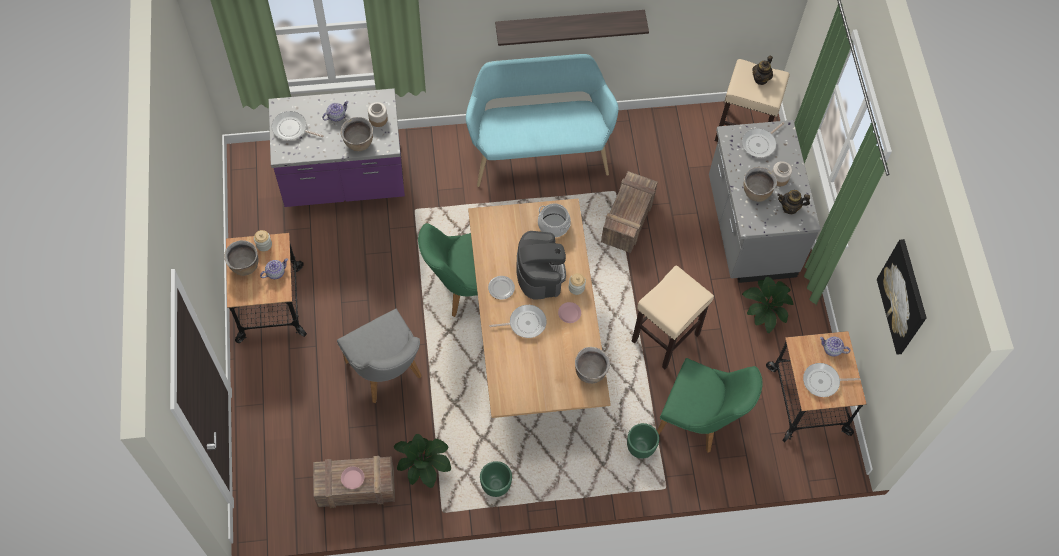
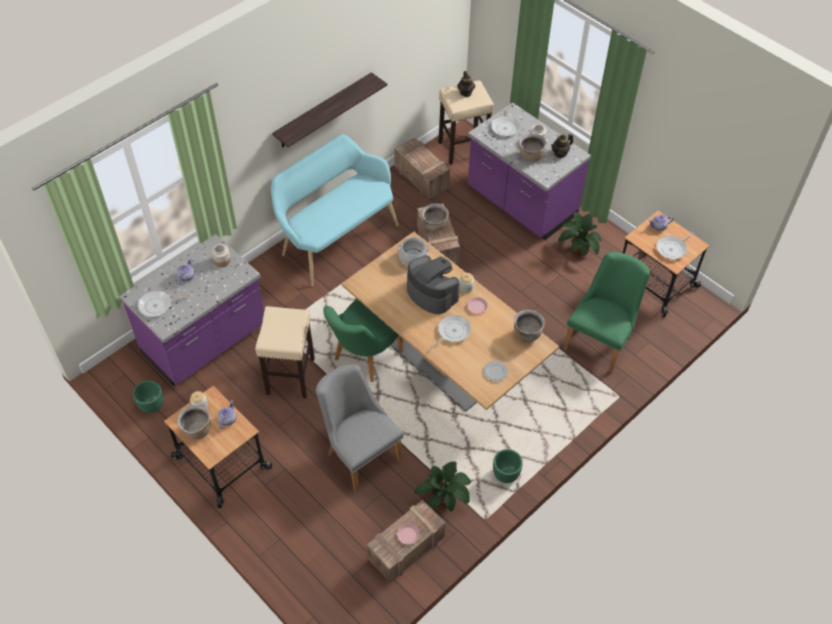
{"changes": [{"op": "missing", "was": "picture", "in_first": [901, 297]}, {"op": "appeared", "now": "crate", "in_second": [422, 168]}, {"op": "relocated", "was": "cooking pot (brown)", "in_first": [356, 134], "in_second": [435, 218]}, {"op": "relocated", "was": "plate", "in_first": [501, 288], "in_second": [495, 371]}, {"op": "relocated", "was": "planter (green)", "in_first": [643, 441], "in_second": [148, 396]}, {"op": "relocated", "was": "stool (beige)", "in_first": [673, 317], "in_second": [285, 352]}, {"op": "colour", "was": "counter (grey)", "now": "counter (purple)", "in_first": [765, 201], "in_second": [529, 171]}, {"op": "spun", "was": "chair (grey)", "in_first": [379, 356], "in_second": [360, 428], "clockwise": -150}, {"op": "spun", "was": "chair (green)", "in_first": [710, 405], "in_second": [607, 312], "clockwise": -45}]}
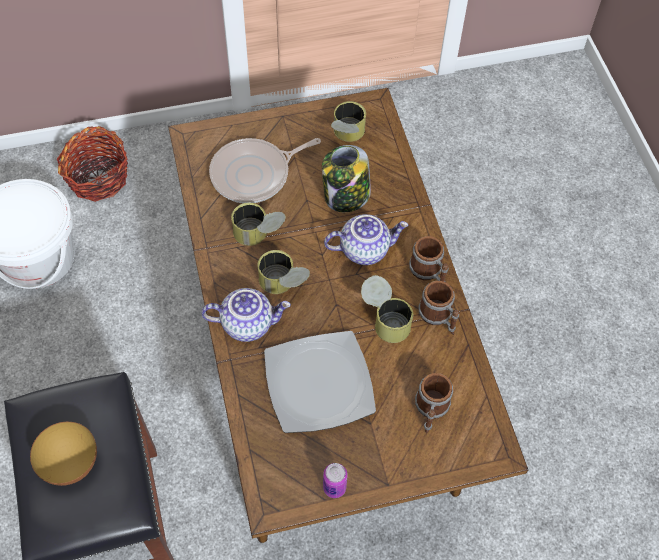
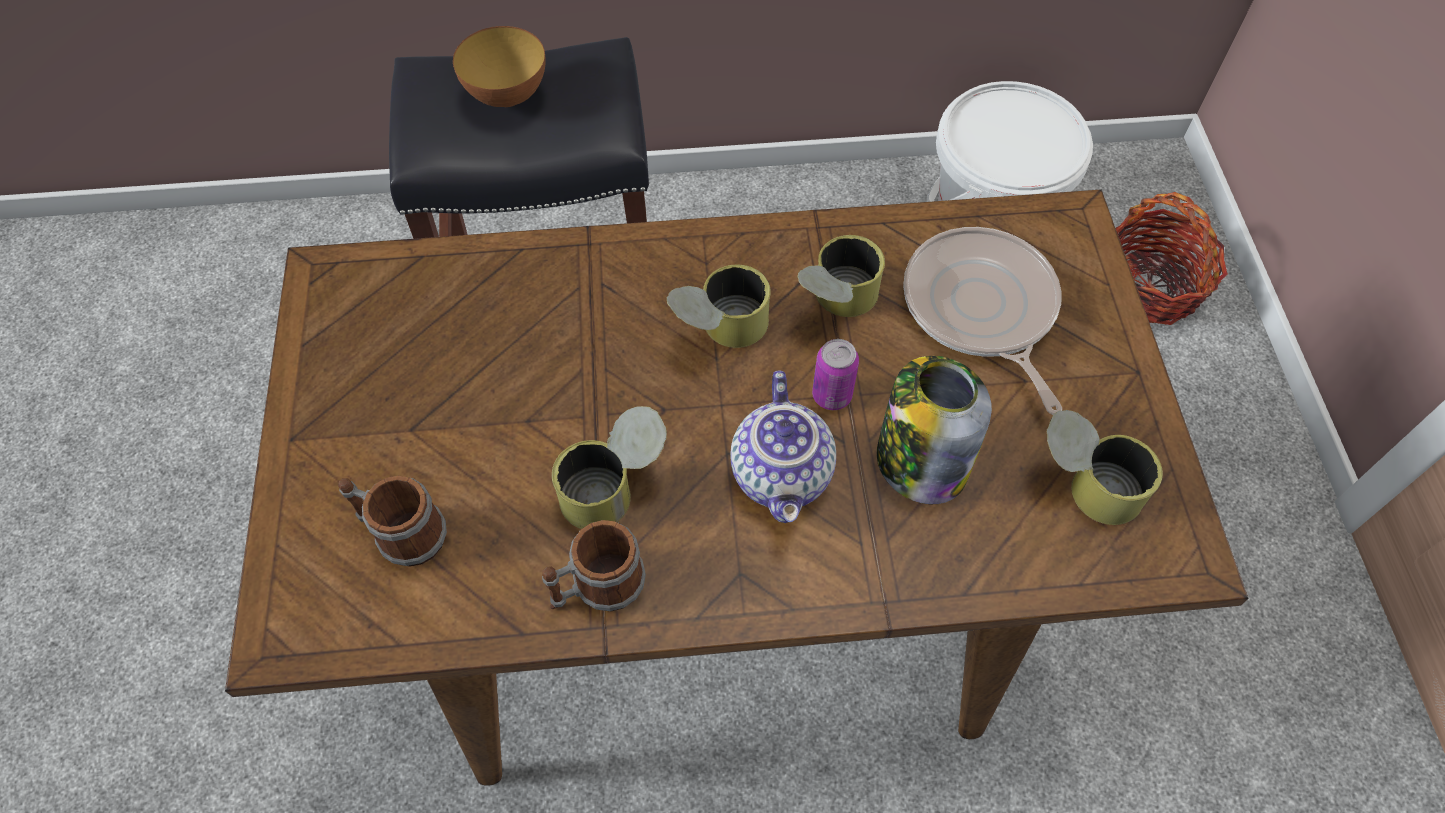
{"changes": [{"op": "missing", "was": "teapot", "in_first": [246, 315]}, {"op": "missing", "was": "plate", "in_first": [320, 382]}, {"op": "missing", "was": "mug", "in_first": [429, 259]}, {"op": "relocated", "was": "can", "in_first": [335, 480], "in_second": [835, 374]}]}
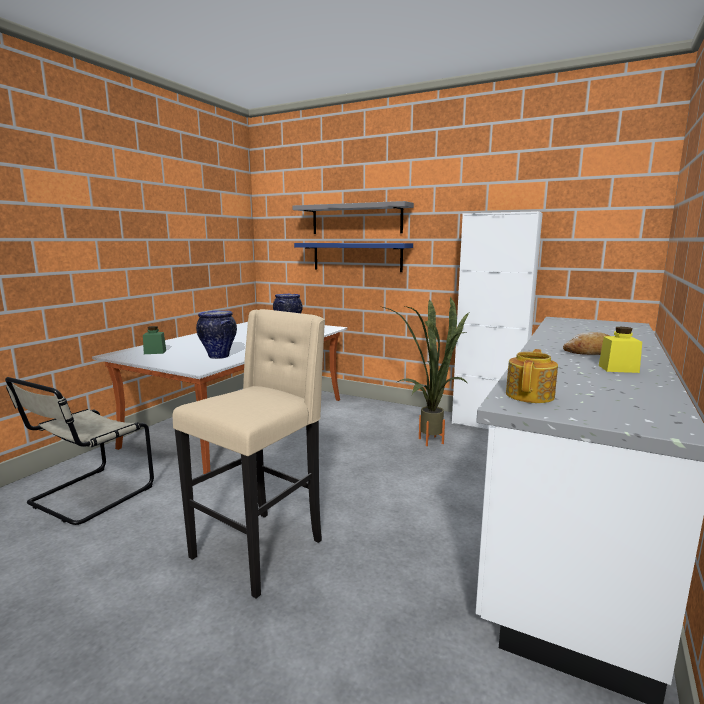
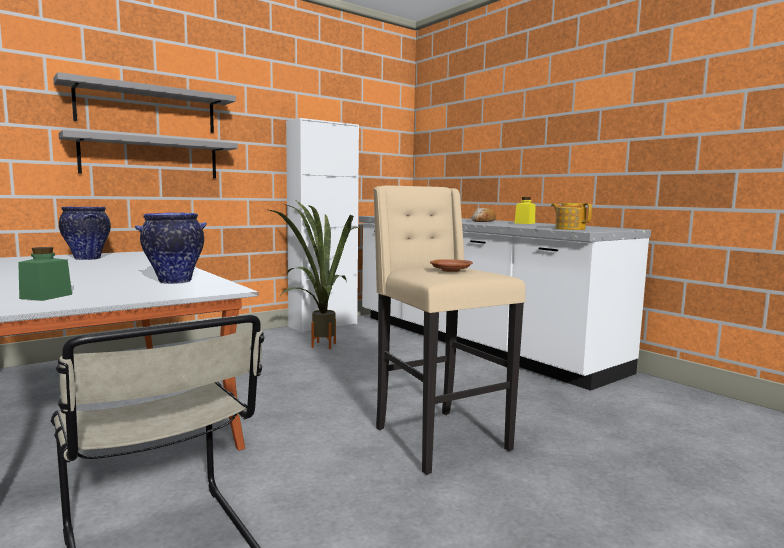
{"changes": [{"op": "appeared", "now": "plate (brown)", "in_second": [451, 265]}, {"op": "colour", "was": "shelf (blue)", "now": "shelf (grey)", "in_first": [353, 257], "in_second": [148, 154]}]}
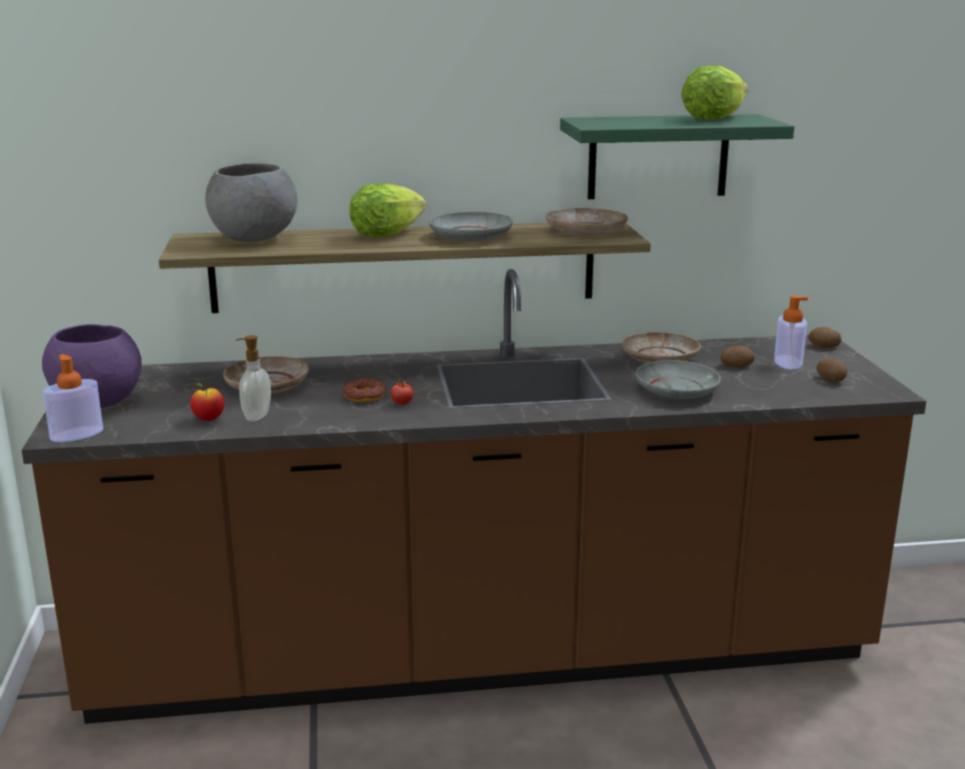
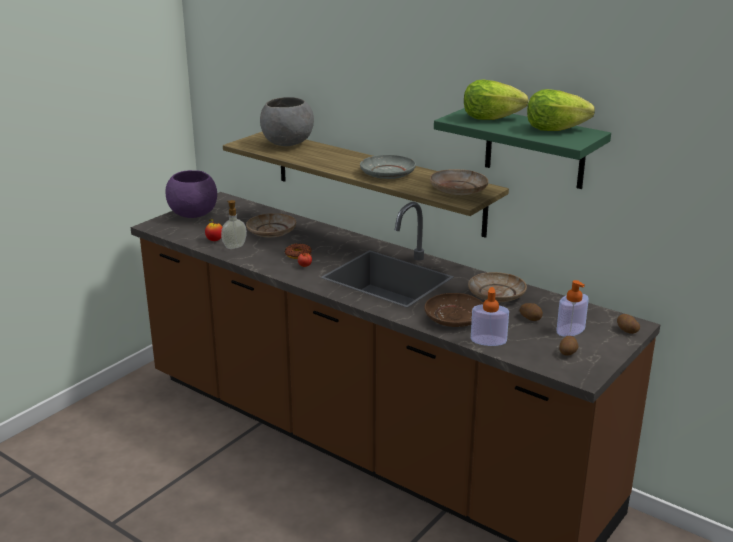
{"changes": [{"op": "relocated", "was": "soap dispenser", "in_first": [73, 398], "in_second": [490, 316]}, {"op": "relocated", "was": "lettuce", "in_first": [387, 210], "in_second": [496, 99]}, {"op": "colour", "was": "plate (grey)", "now": "plate (brown)", "in_first": [678, 379], "in_second": [454, 310]}]}
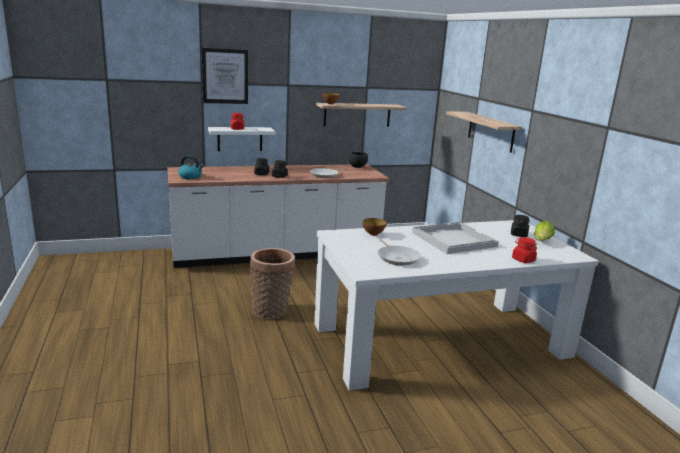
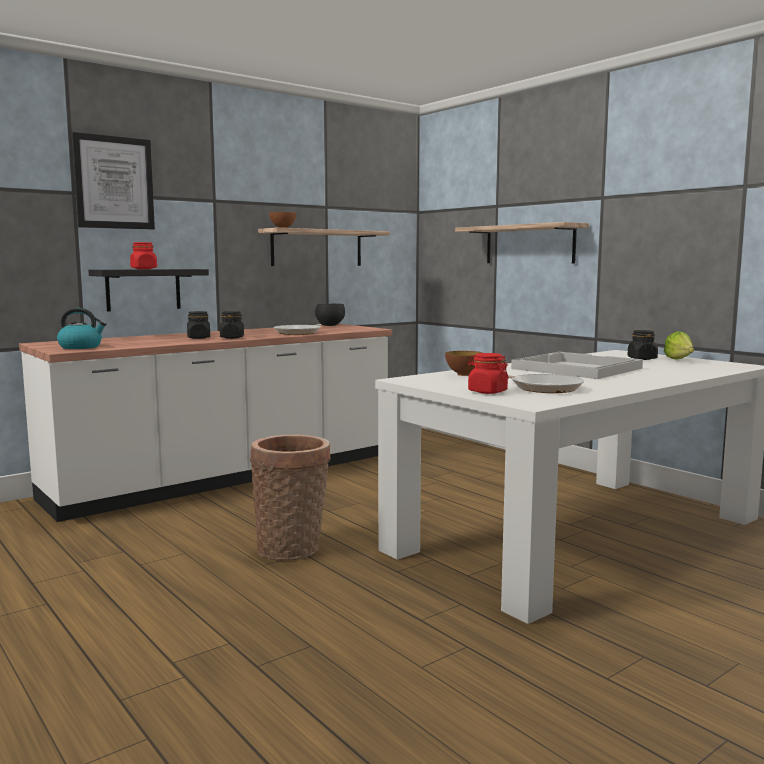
{"changes": [{"op": "relocated", "was": "jar (red)", "in_first": [524, 250], "in_second": [488, 373]}, {"op": "colour", "was": "shelf (white)", "now": "shelf (black)", "in_first": [241, 139], "in_second": [148, 290]}]}
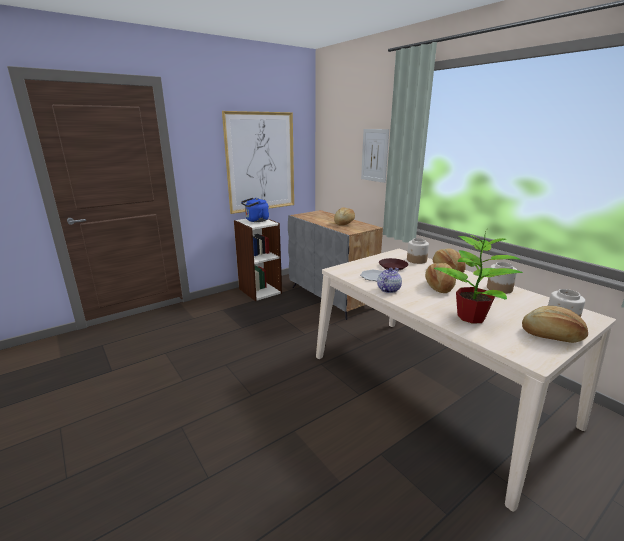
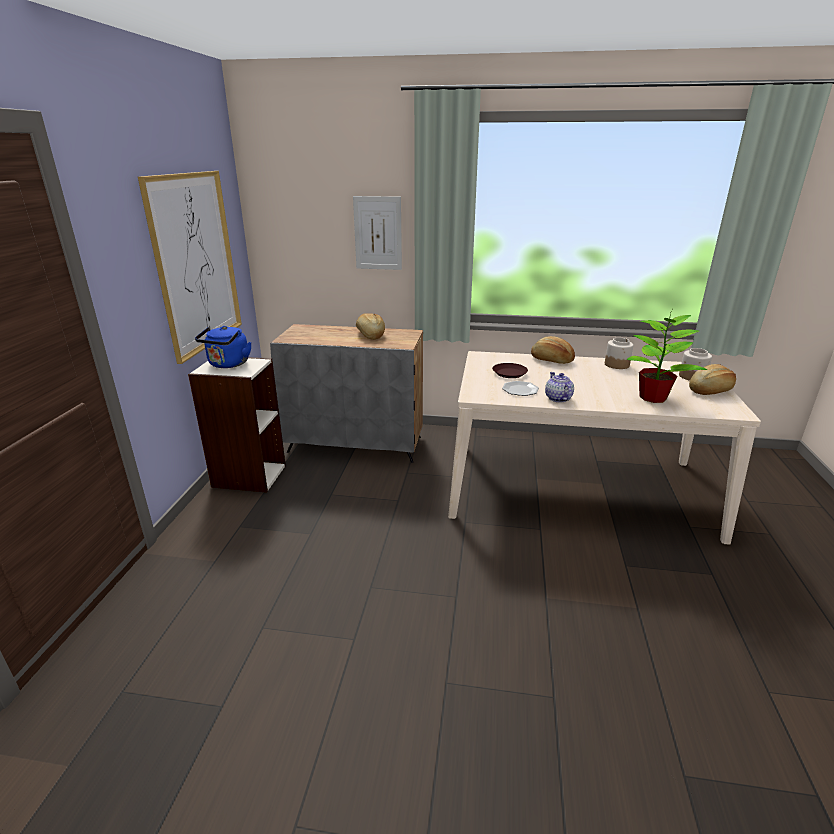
{"changes": [{"op": "missing", "was": "jar", "in_first": [418, 251]}, {"op": "missing", "was": "bread", "in_first": [440, 278]}]}
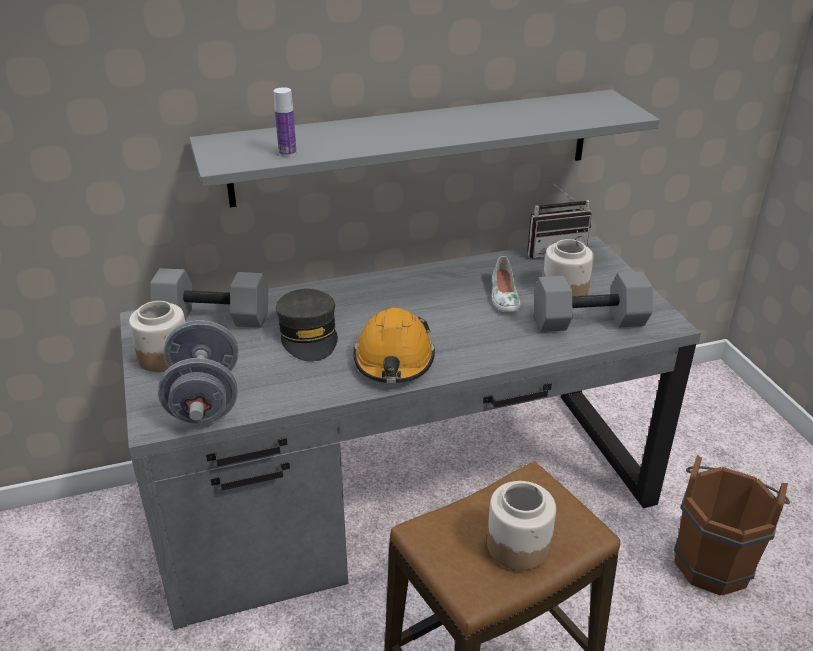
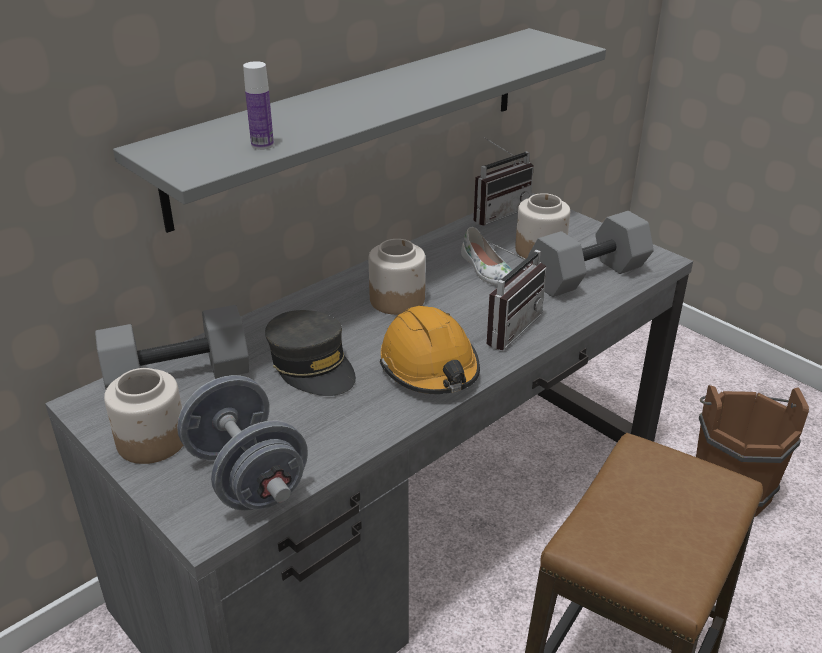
{"changes": [{"op": "appeared", "now": "radio", "in_second": [517, 296]}, {"op": "relocated", "was": "jar", "in_first": [521, 526], "in_second": [397, 277]}]}
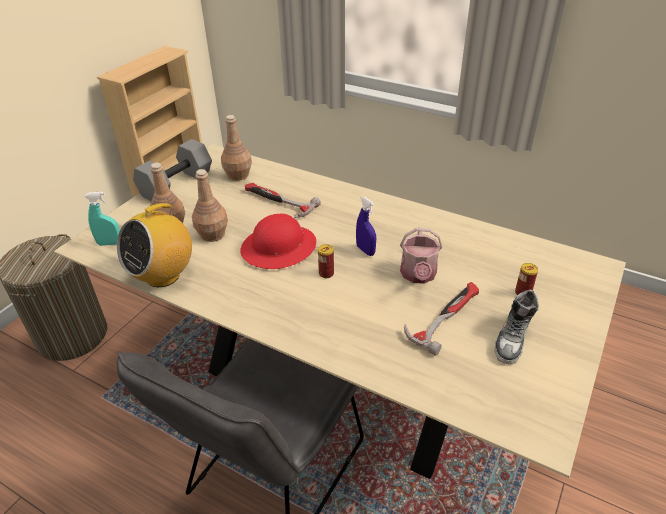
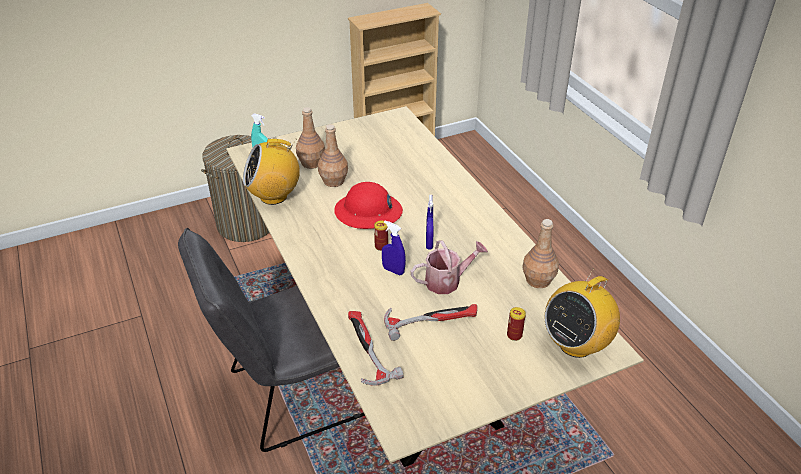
{"changes": [{"op": "missing", "was": "dumbbell (grey)", "in_first": [172, 170]}, {"op": "missing", "was": "shoe", "in_first": [516, 326]}, {"op": "appeared", "now": "spray bottle (blue)", "in_second": [394, 248]}, {"op": "appeared", "now": "radio", "in_second": [582, 313]}, {"op": "relocated", "was": "bottle (brown)", "in_first": [236, 148], "in_second": [540, 253]}, {"op": "relocated", "was": "hammer", "in_first": [283, 200], "in_second": [376, 348]}, {"op": "spun", "was": "watering can", "in_first": [421, 255], "in_second": [449, 267], "clockwise": -150}]}
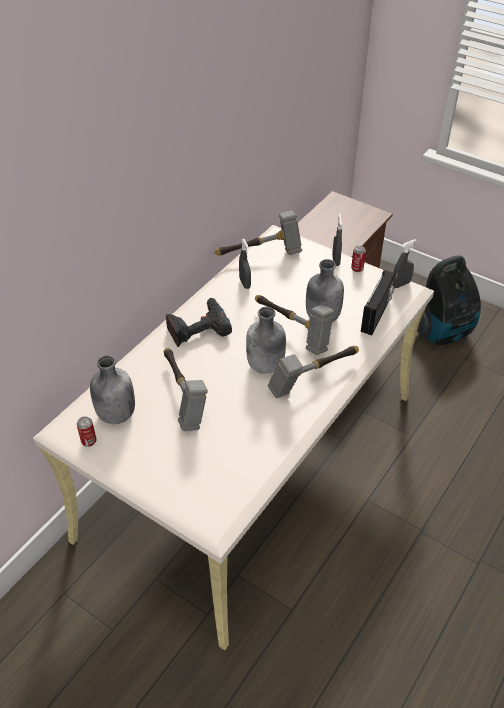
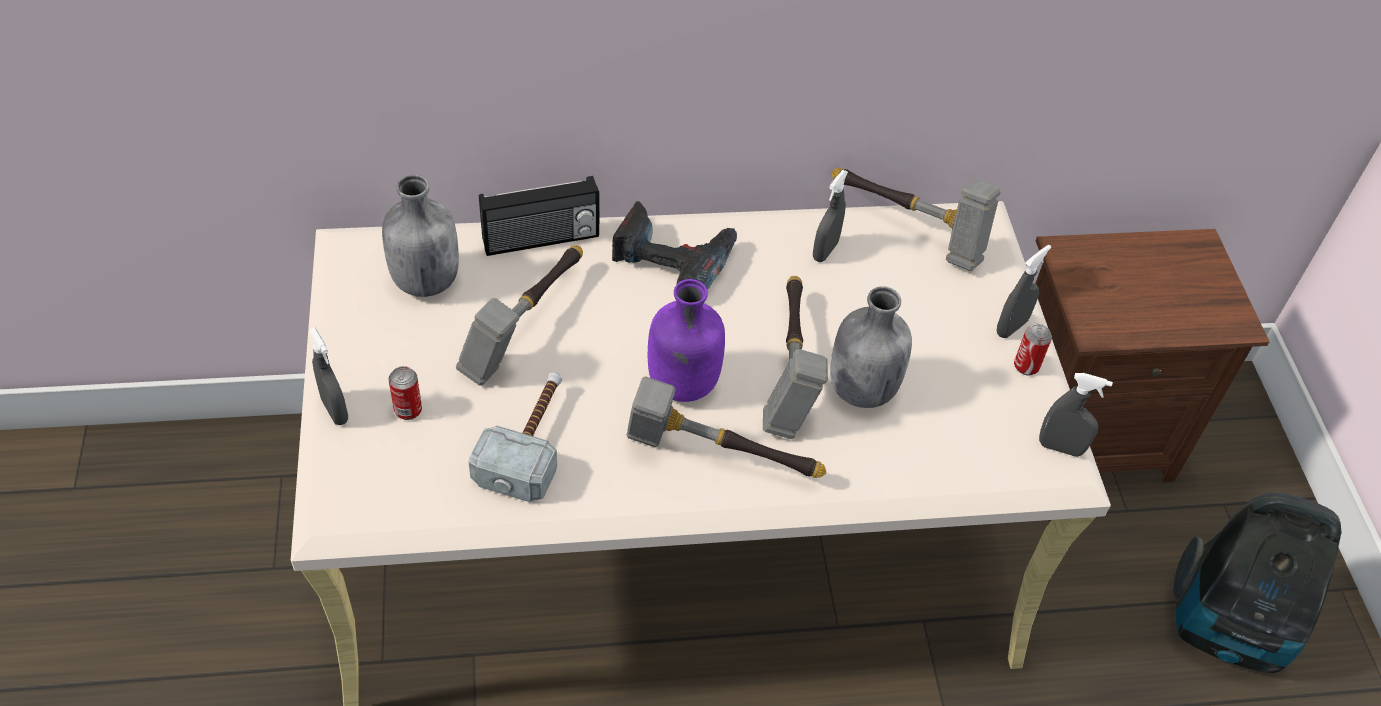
{"changes": [{"op": "appeared", "now": "spray bottle (grey)", "in_second": [328, 376]}, {"op": "appeared", "now": "hammer", "in_second": [515, 437]}, {"op": "relocated", "was": "can", "in_first": [86, 432], "in_second": [405, 393]}, {"op": "relocated", "was": "radio", "in_first": [378, 302], "in_second": [539, 216]}, {"op": "colour", "was": "bottle (grey)", "now": "bottle (purple)", "in_first": [266, 340], "in_second": [686, 340]}]}
